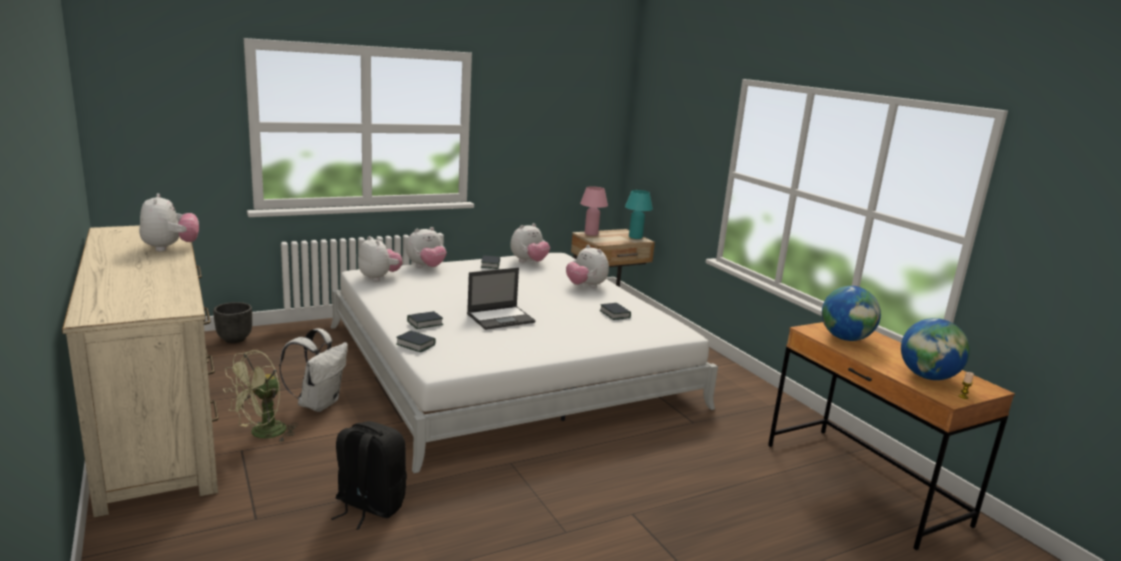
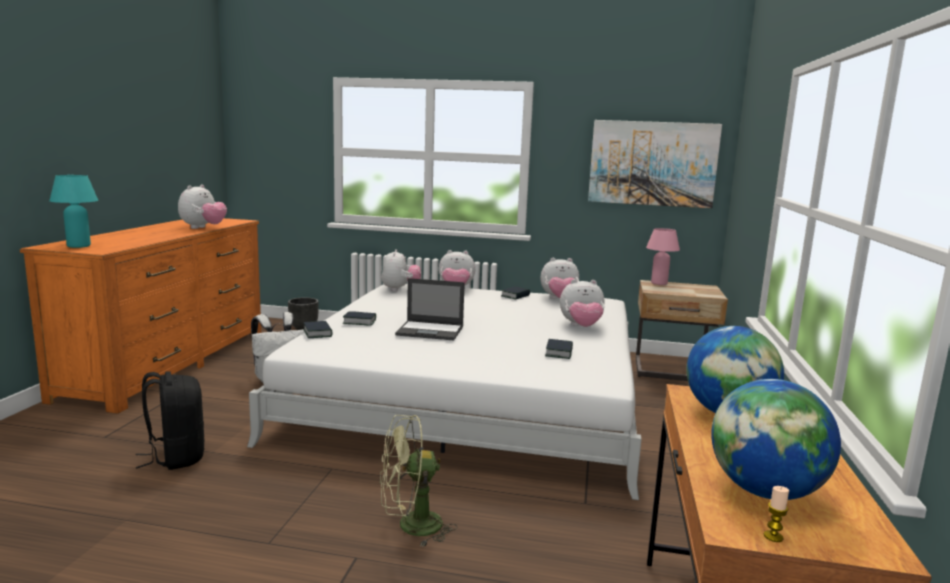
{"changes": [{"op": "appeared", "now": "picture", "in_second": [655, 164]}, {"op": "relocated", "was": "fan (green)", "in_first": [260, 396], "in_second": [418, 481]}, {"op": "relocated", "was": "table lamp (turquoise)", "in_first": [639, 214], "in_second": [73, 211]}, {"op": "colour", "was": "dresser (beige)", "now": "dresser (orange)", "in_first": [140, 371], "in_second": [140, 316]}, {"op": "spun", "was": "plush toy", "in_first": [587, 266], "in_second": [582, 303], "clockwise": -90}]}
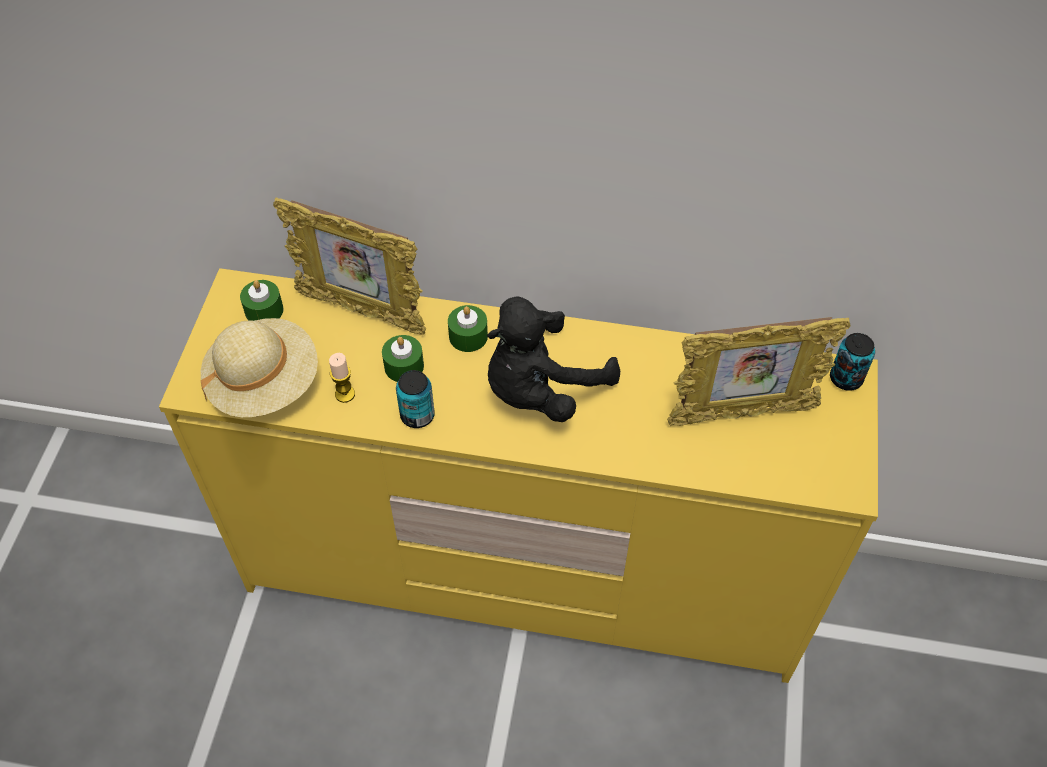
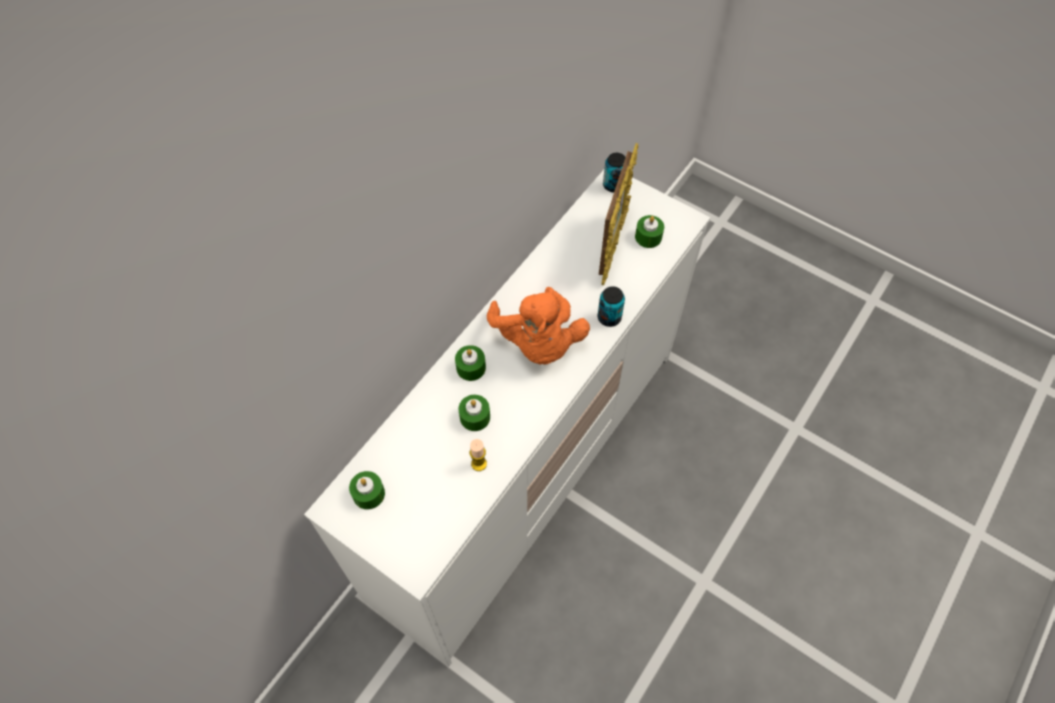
{"changes": [{"op": "missing", "was": "hat (beige)", "in_first": [259, 367]}, {"op": "missing", "was": "picture frame", "in_first": [349, 266]}, {"op": "appeared", "now": "candle (green)", "in_second": [649, 231]}, {"op": "relocated", "was": "can", "in_first": [415, 399], "in_second": [611, 306]}, {"op": "colour", "was": "dresser (yellow)", "now": "dresser (white)", "in_first": [518, 475], "in_second": [507, 418]}, {"op": "colour", "was": "plush toy (black)", "now": "plush toy (orange)", "in_first": [553, 359], "in_second": [538, 326]}]}
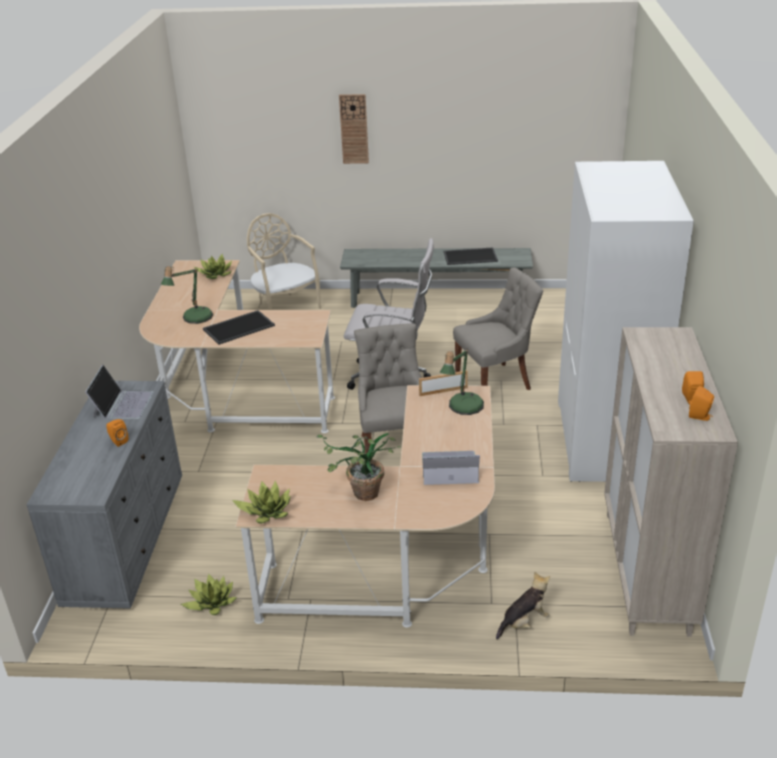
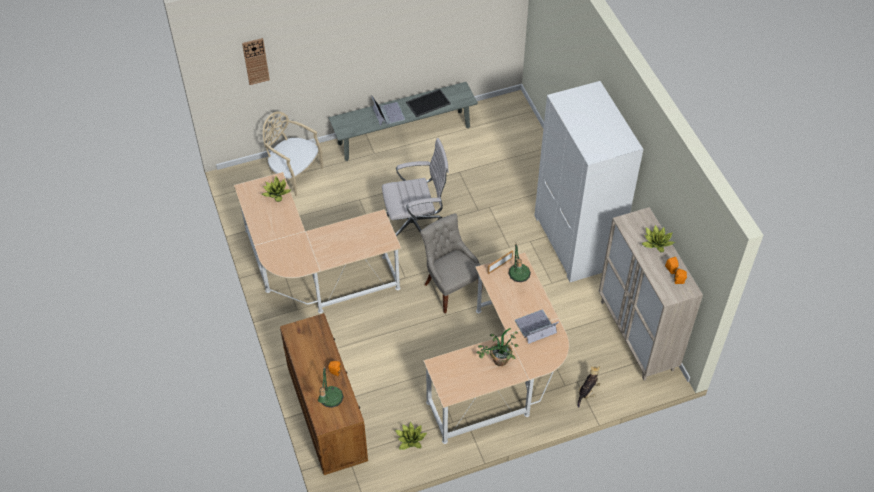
{"changes": [{"op": "missing", "was": "tray", "in_first": [239, 327]}, {"op": "missing", "was": "chair (grey)", "in_first": [498, 328]}, {"op": "relocated", "was": "laptop", "in_first": [119, 392], "in_second": [388, 111]}, {"op": "relocated", "was": "table lamp", "in_first": [187, 295], "in_second": [331, 386]}, {"op": "relocated", "was": "potted plant", "in_first": [261, 502], "in_second": [658, 238]}, {"op": "relocated", "was": "wall clock", "in_first": [354, 129], "in_second": [256, 61]}, {"op": "colour", "was": "dresser (grey)", "now": "dresser (brown)", "in_first": [104, 495], "in_second": [324, 394]}]}
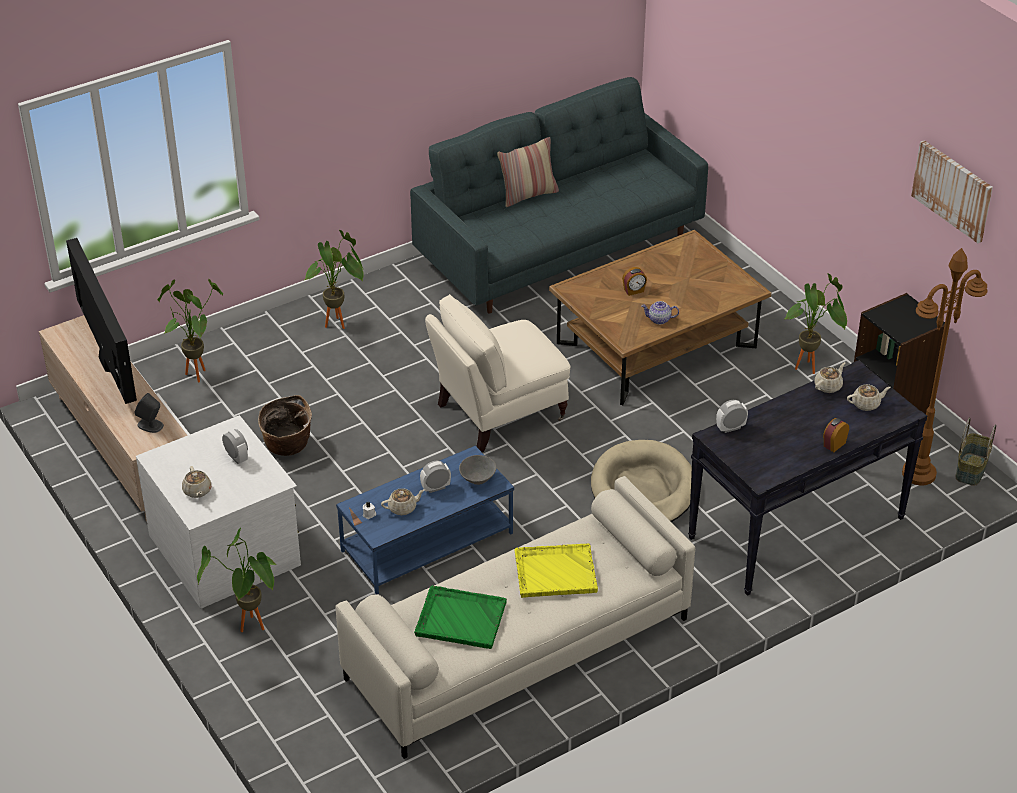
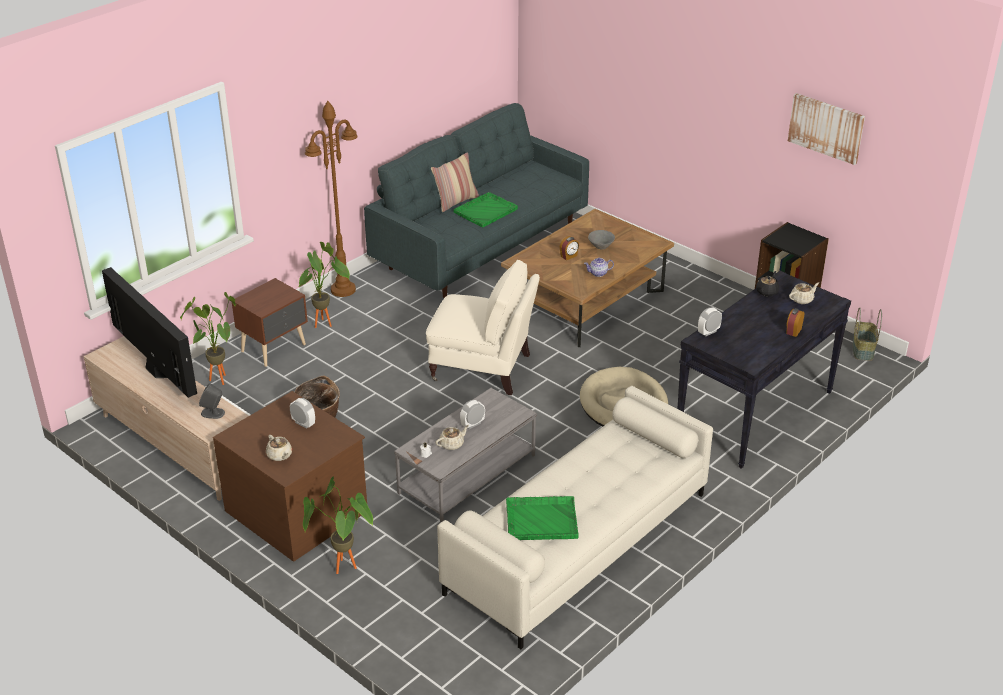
{"changes": [{"op": "missing", "was": "tray (yellow)", "in_first": [556, 571]}, {"op": "missing", "was": "potted plant", "in_first": [816, 323]}, {"op": "appeared", "now": "nightstand (brown)", "in_second": [270, 322]}, {"op": "appeared", "now": "tray (green)", "in_second": [485, 209]}, {"op": "relocated", "was": "bowl (grey)", "in_first": [477, 470], "in_second": [601, 240]}, {"op": "relocated", "was": "floor lamp (brown)", "in_first": [944, 367], "in_second": [331, 199]}, {"op": "colour", "was": "dresser (white)", "now": "dresser (brown)", "in_first": [218, 512], "in_second": [290, 476]}, {"op": "colour", "was": "coffee table (blue)", "now": "coffee table (grey)", "in_first": [425, 520], "in_second": [465, 455]}, {"op": "colour", "was": "teapot (beige)", "now": "teapot (black)", "in_first": [829, 377], "in_second": [767, 283]}, {"op": "spun", "was": "armchair (beige)", "in_first": [498, 373], "in_second": [483, 327], "clockwise": -120}]}
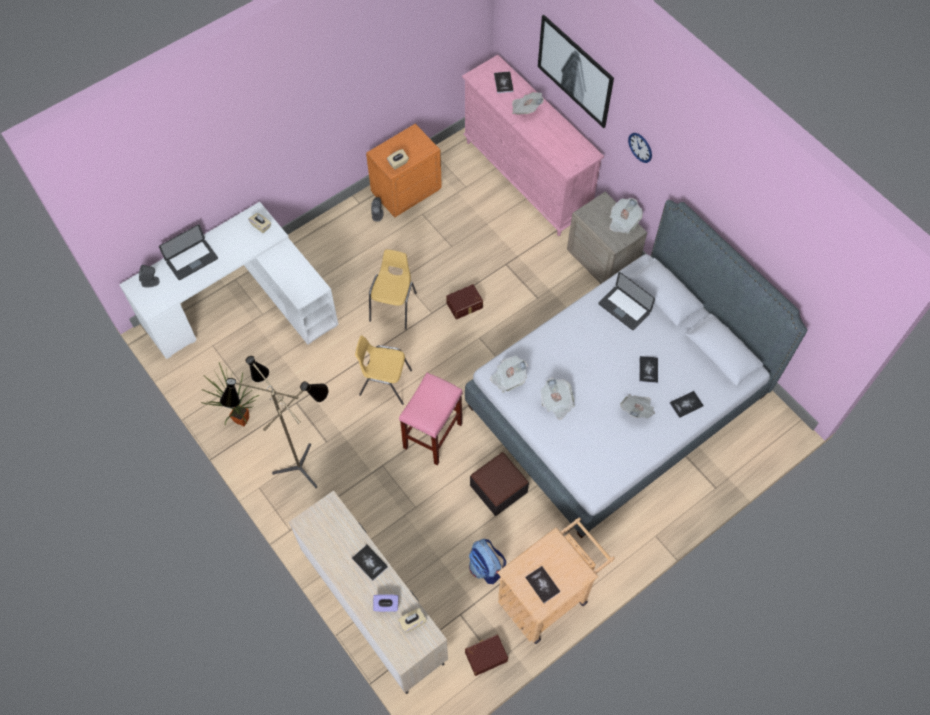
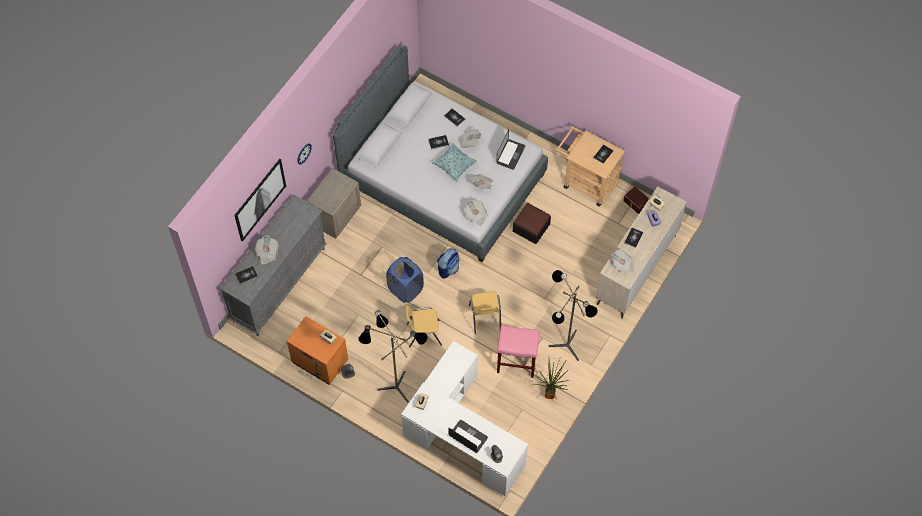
{"changes": [{"op": "appeared", "now": "floor lamp", "in_second": [393, 357]}, {"op": "appeared", "now": "pillow", "in_second": [454, 162]}, {"op": "relocated", "was": "stool (pink)", "in_first": [431, 419], "in_second": [518, 351]}, {"op": "relocated", "was": "backpack", "in_first": [487, 561], "in_second": [448, 263]}, {"op": "relocated", "was": "laptop", "in_first": [626, 301], "in_second": [510, 149]}, {"op": "relocated", "was": "newspaper", "in_first": [626, 216], "in_second": [622, 261]}, {"op": "exchanged", "was": "storage box (brown)", "now": "laundry basket (blue)", "in_first": [464, 302], "in_second": [405, 280]}, {"op": "colour", "was": "dresser (pink)", "now": "dresser (grey)", "in_first": [533, 145], "in_second": [273, 265]}]}
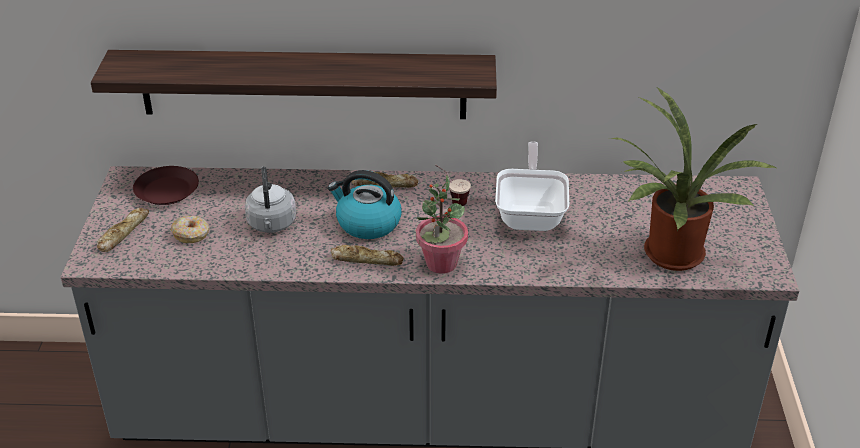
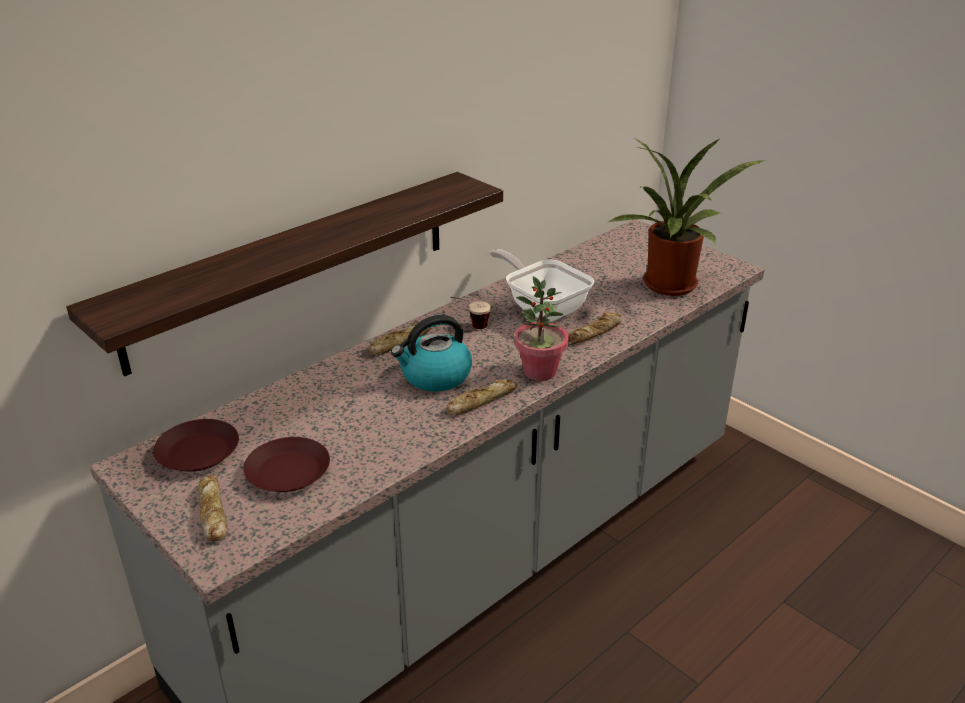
{"changes": [{"op": "missing", "was": "kettle (grey)", "in_first": [270, 200]}, {"op": "appeared", "now": "bread", "in_second": [595, 328]}, {"op": "exchanged", "was": "donut", "now": "plate (brown)", "in_first": [190, 229], "in_second": [286, 464]}]}
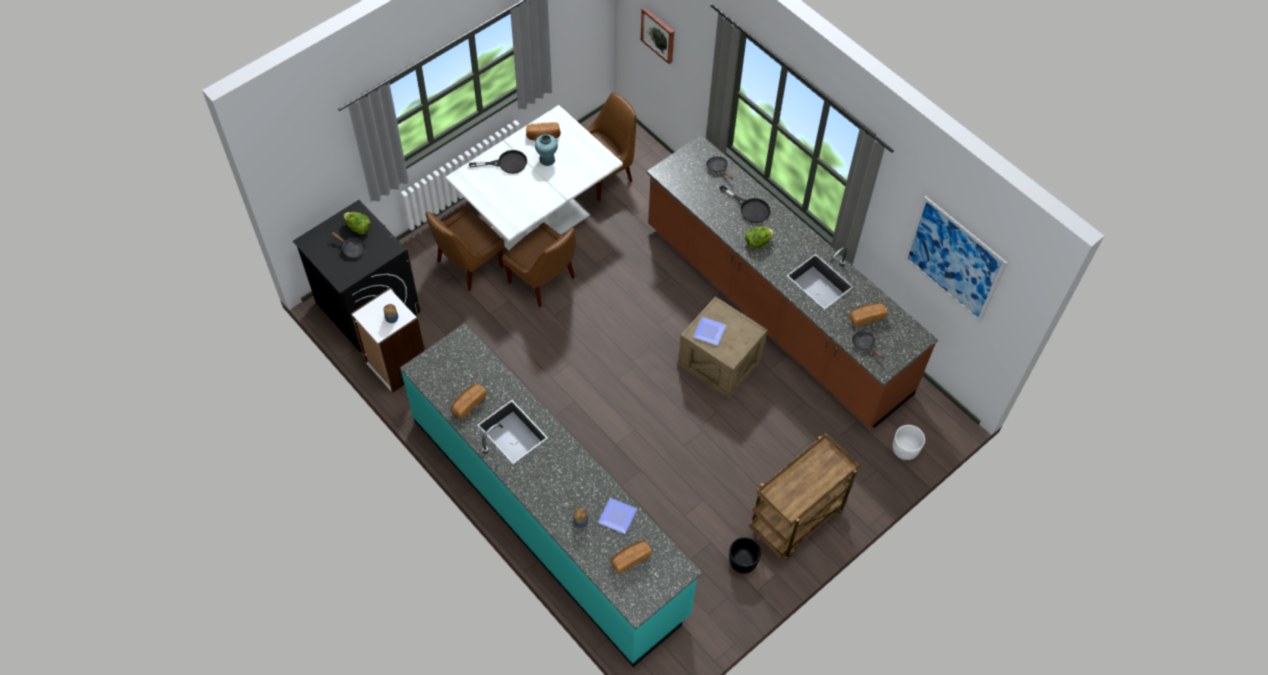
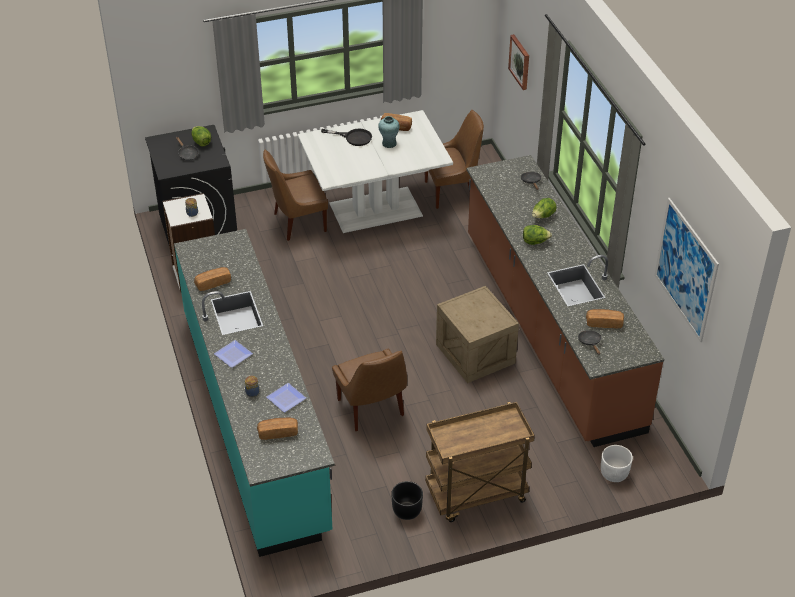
{"changes": [{"op": "relocated", "was": "chair (brown)", "in_first": [539, 265], "in_second": [369, 390]}, {"op": "relocated", "was": "plate", "in_first": [710, 331], "in_second": [233, 354]}, {"op": "exchanged", "was": "frying pan (black)", "now": "lettuce", "in_first": [745, 204], "in_second": [544, 208]}]}
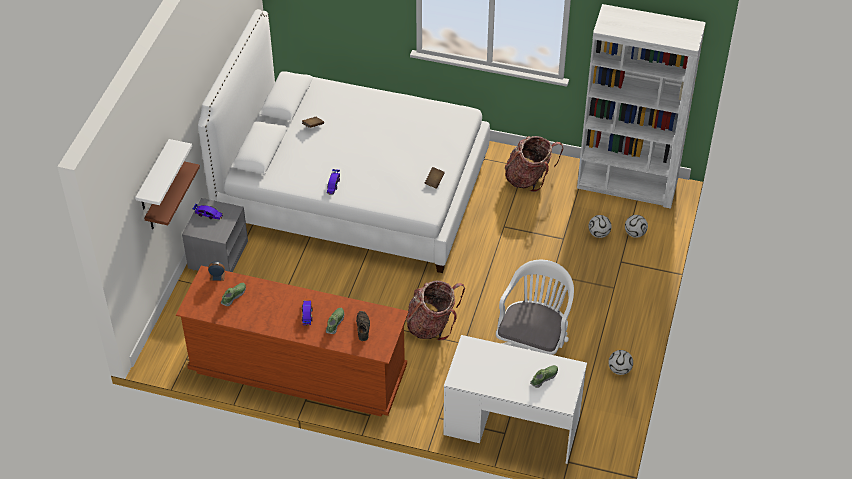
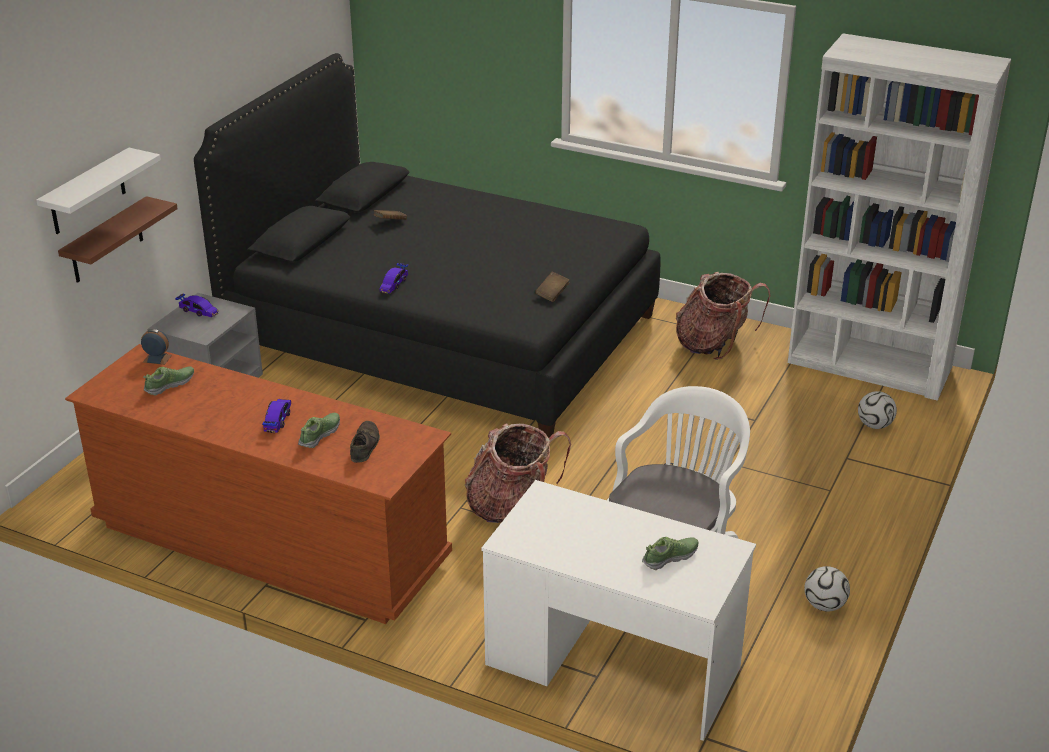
{"changes": [{"op": "missing", "was": "football", "in_first": [600, 226]}, {"op": "colour", "was": "bed (white)", "now": "bed (black)", "in_first": [344, 141], "in_second": [427, 245]}]}
